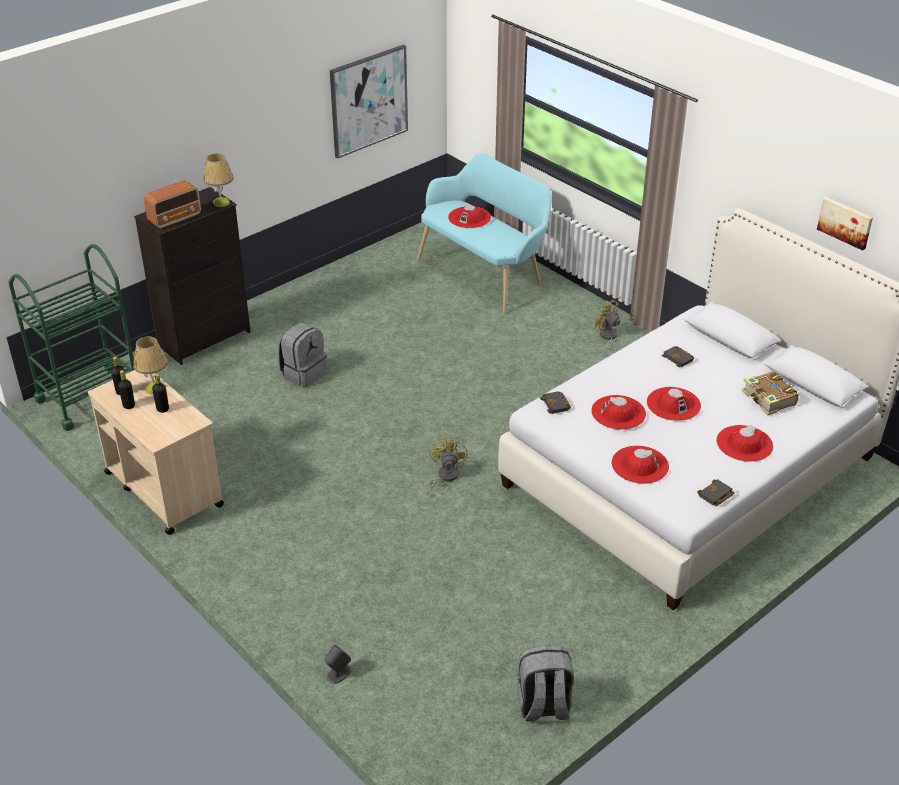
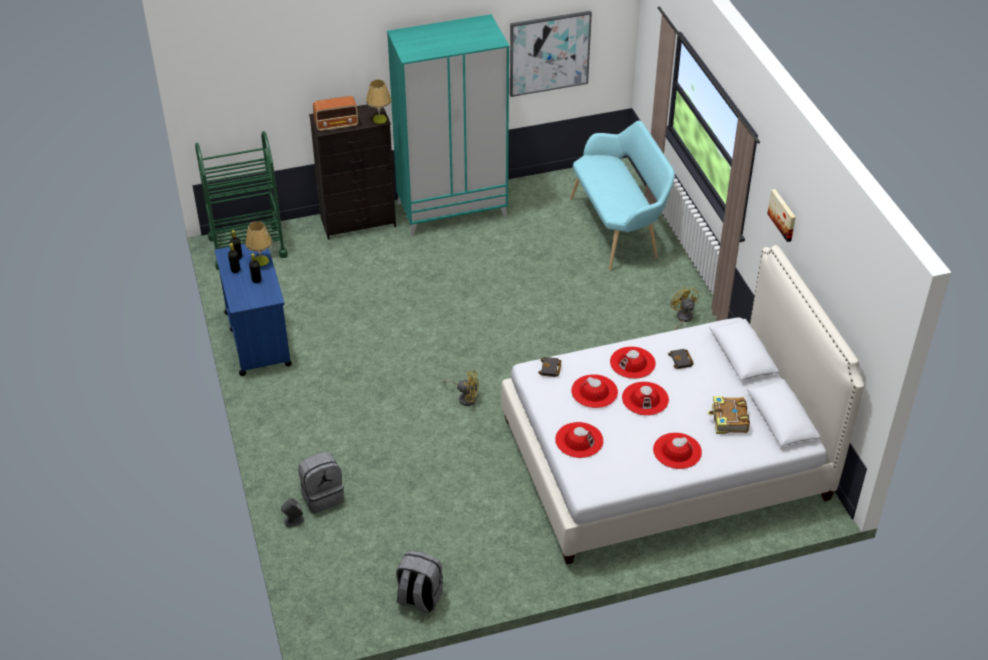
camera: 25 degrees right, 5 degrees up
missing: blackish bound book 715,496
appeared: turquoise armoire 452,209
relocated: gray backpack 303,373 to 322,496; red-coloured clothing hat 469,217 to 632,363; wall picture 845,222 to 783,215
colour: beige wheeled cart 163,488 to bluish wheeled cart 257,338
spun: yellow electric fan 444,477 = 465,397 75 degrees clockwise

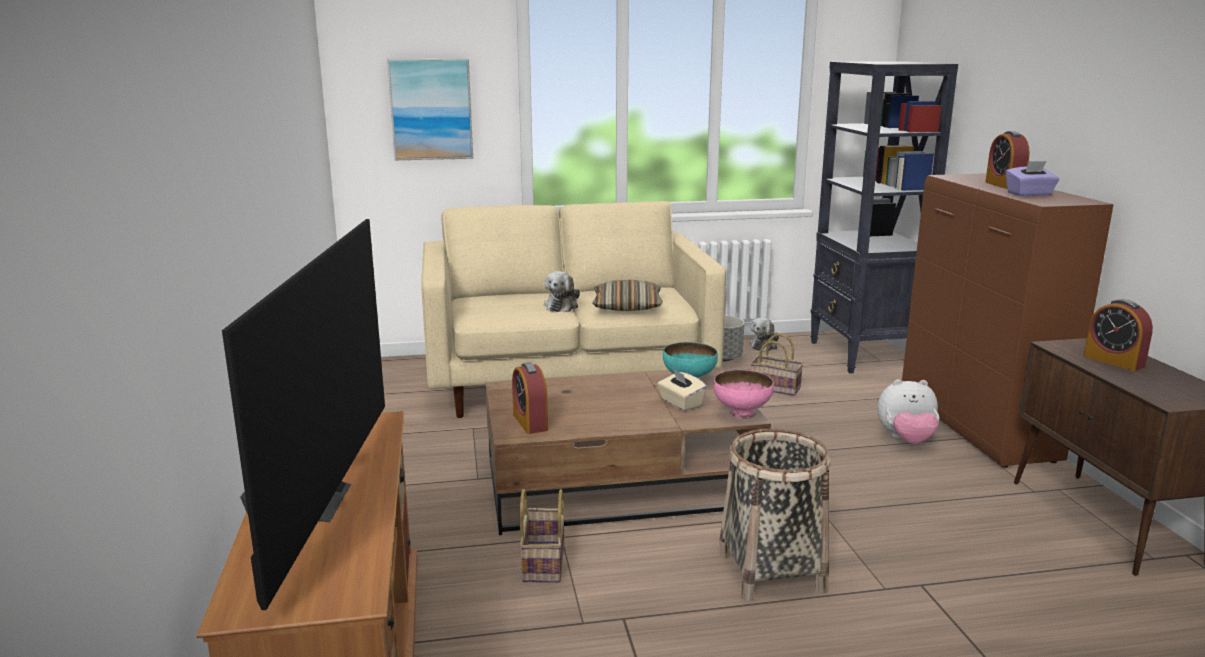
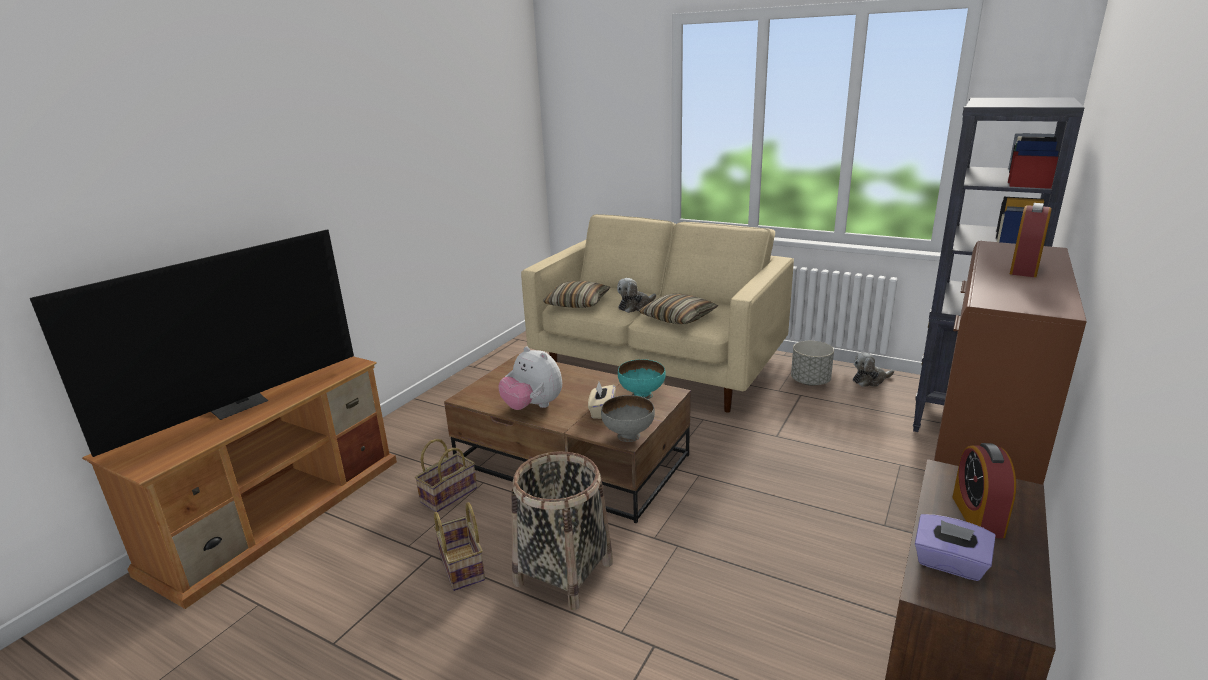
camera: 40 degrees right, 5 degrees up
missing: wall picture 431,109; bedside clock 530,422
appeared: cushion 577,303
relocated: household basket 776,388 to 463,567; soft toy 906,440 to 533,407; purple-coloured box of tissues 1029,194 to 949,564
colour: pink serving bowl 741,413 to gray serving bowl 628,435

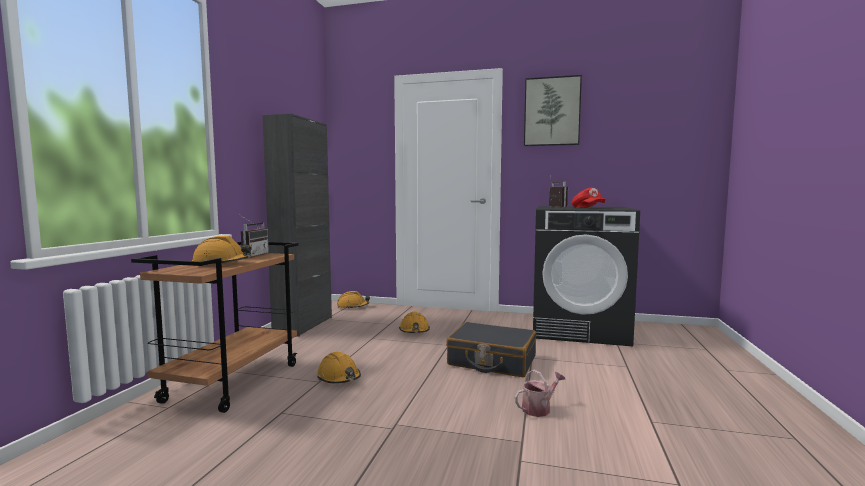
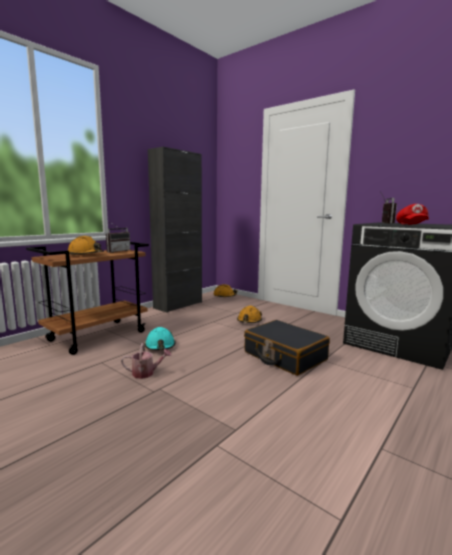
camera: 25 degrees right, 5 degrees up
missing: wall picture 552,112
relocated: watering pot 539,408 to 146,373
colour: orangey work helmet 339,378 to turquoise work helmet 160,346

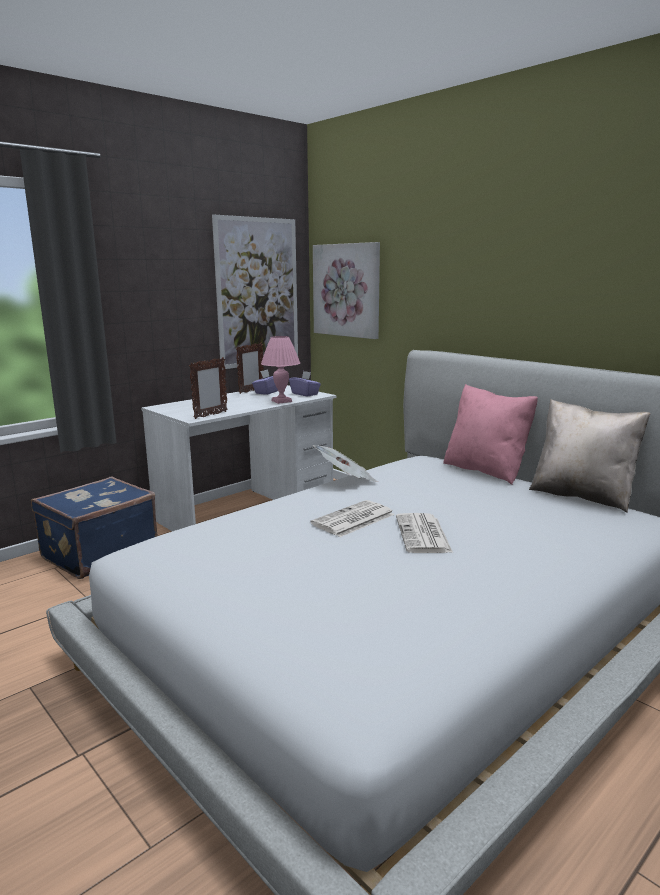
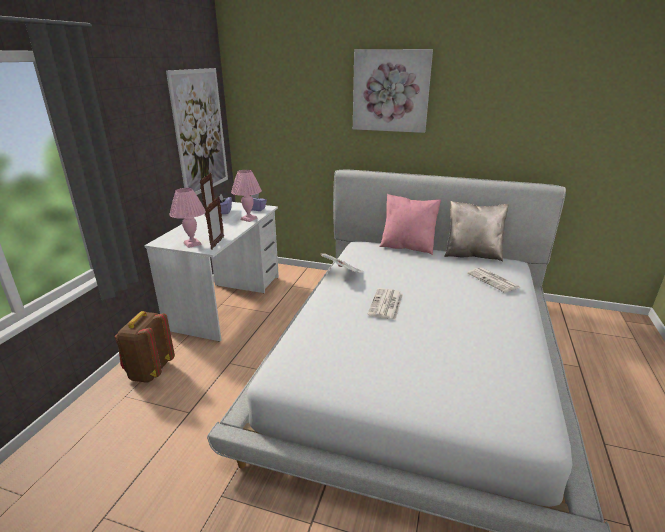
camera: 30 degrees left, 10 degrees up
appeared: pink lamp for a table 193,244
relocated: wall picture 347,290 to 391,91; printed paper 423,535 to 493,280
exchanged: bluish travel case 98,553 to brown-coloured backpack 149,371

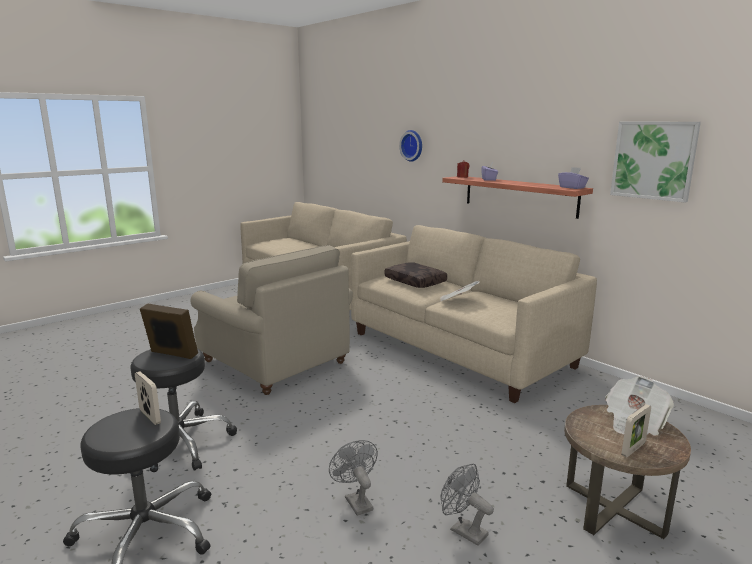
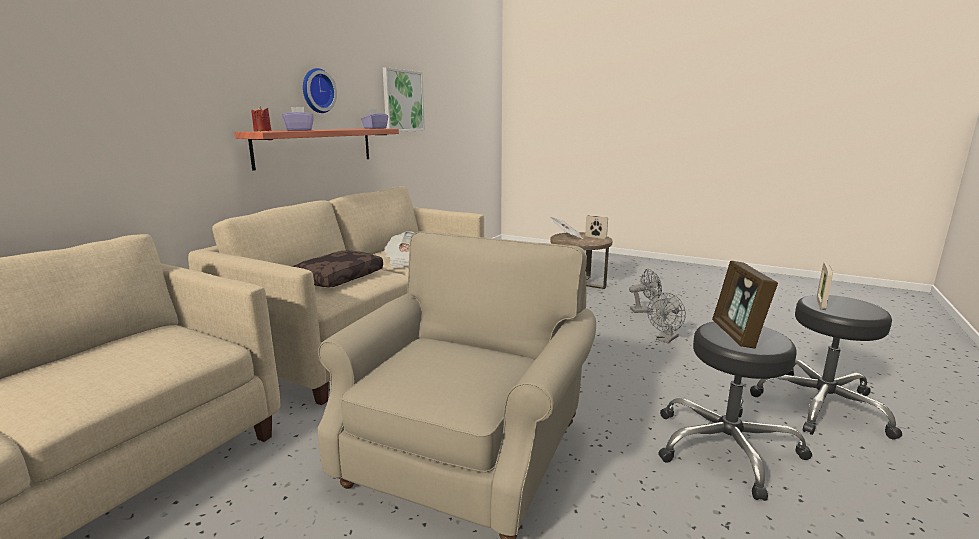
camera: 110 degrees left, 0 degrees up
relocated: hanging clock 413,145 to 317,91
spun: gray electric fan 463,530 = 644,310 120 degrees counterclockwise

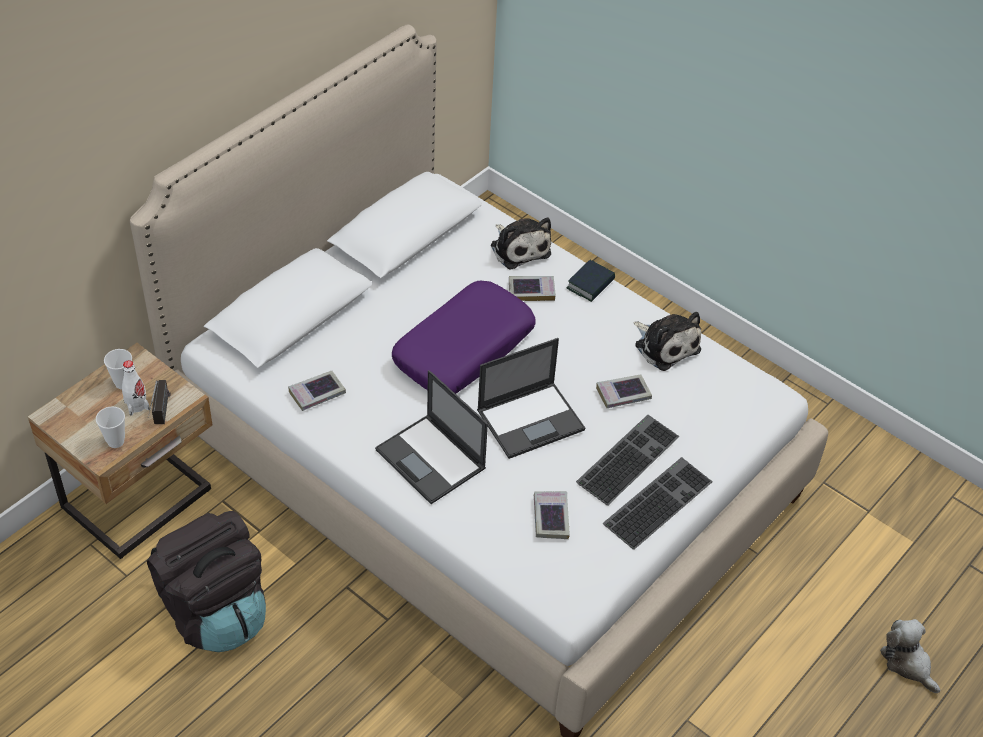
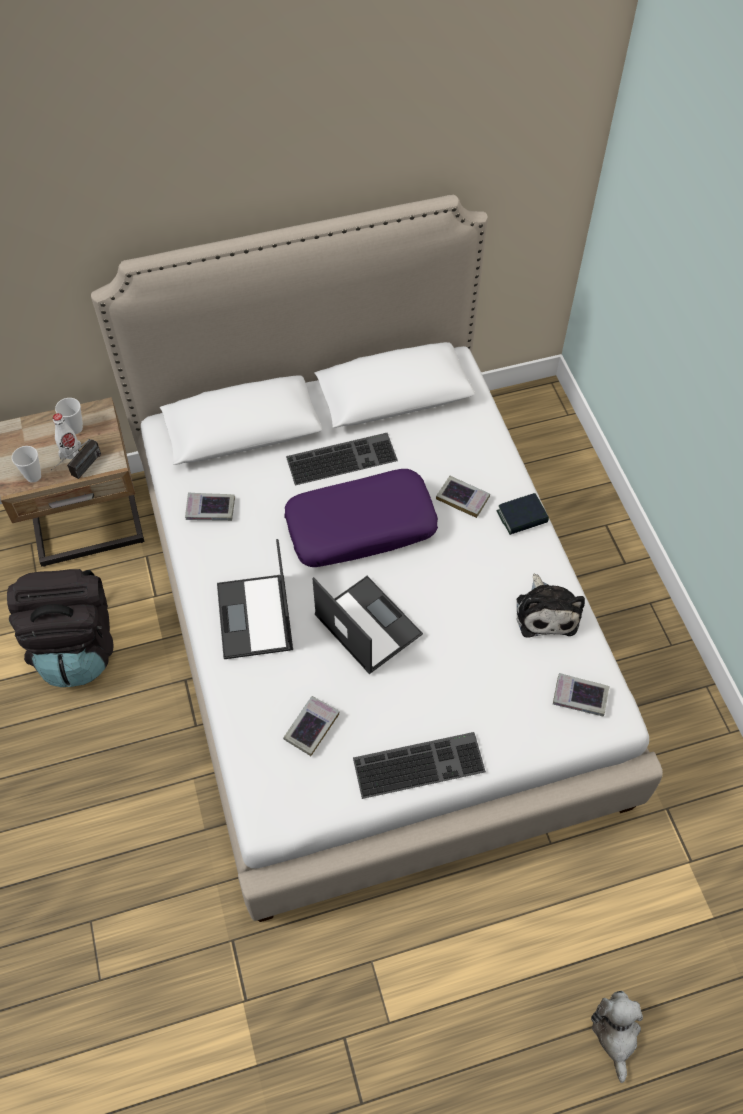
camera: 35 degrees right, 10 degrees up
missing: soft toy 519,248
relocated: PC keyboard 627,457 to 342,457; bound book 623,394 to 580,697
spun: portable computer 531,419 = 367,624 135 degrees counterclockwise

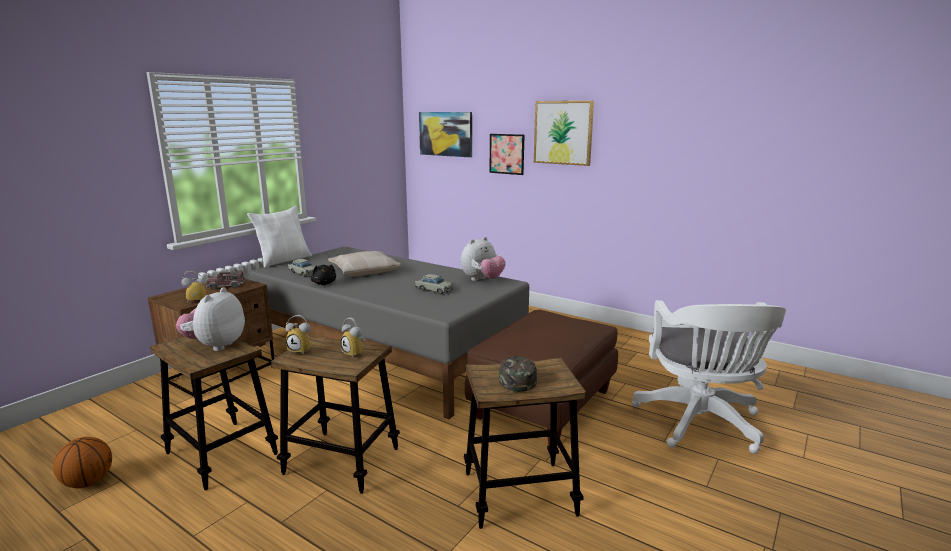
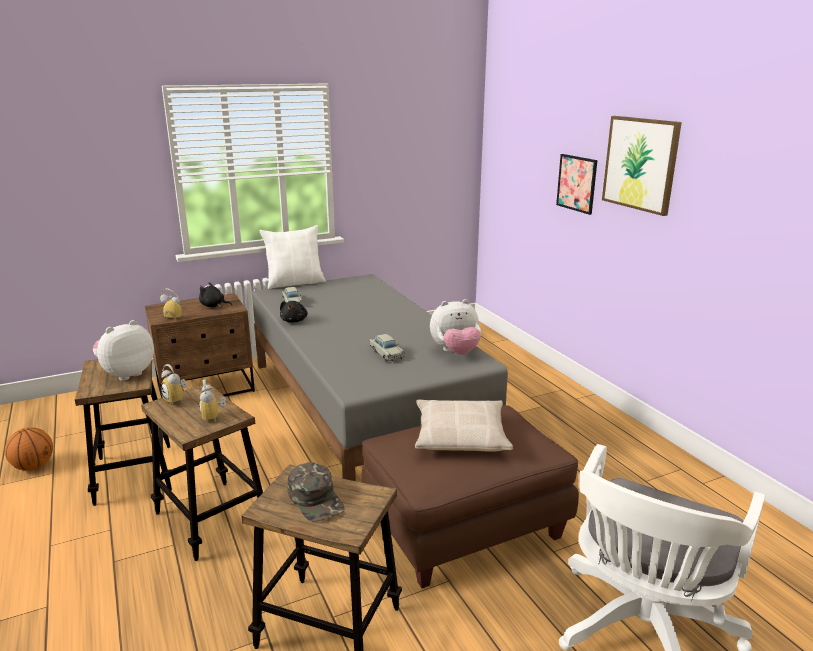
camera: 30 degrees right, 5 degrees up
missing: wall picture 446,134
relocated: beige cushion 364,271 to 461,435
exchanged: model truck 226,286 to blackish soft toy 214,306
spun: green cap 516,377 = 316,499 120 degrees clockwise

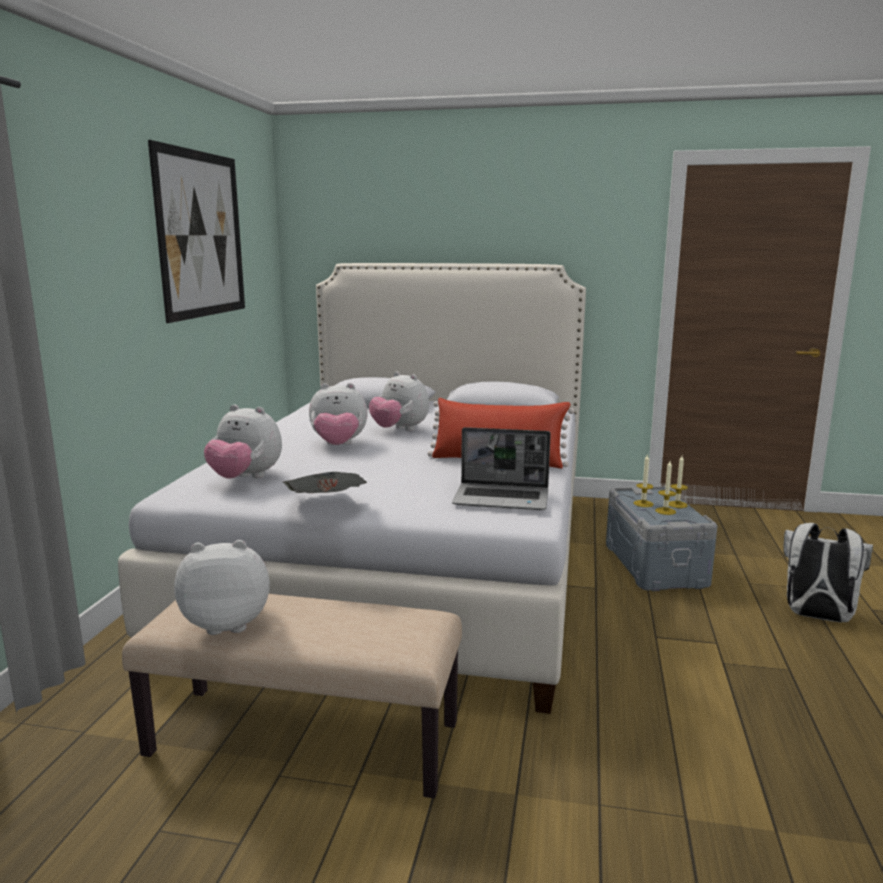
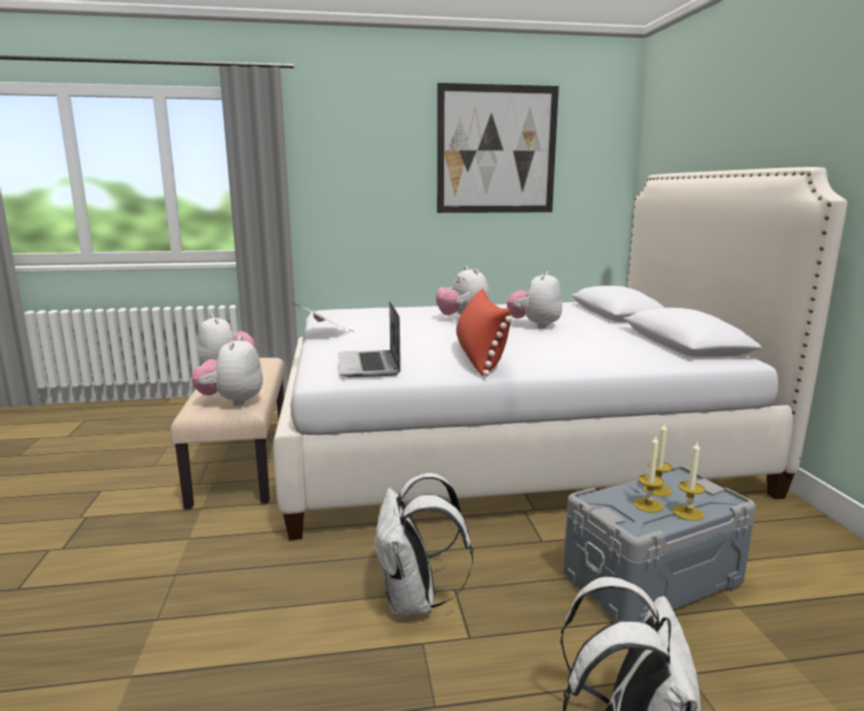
camera: 70 degrees right, 0 degrees up
appeared: white backpack 415,602
relocated: soft toy 245,478 to 232,401

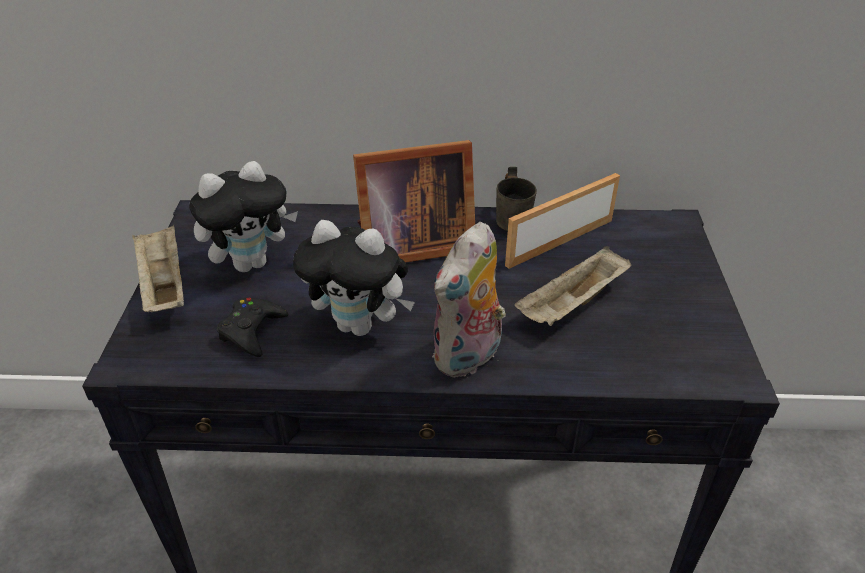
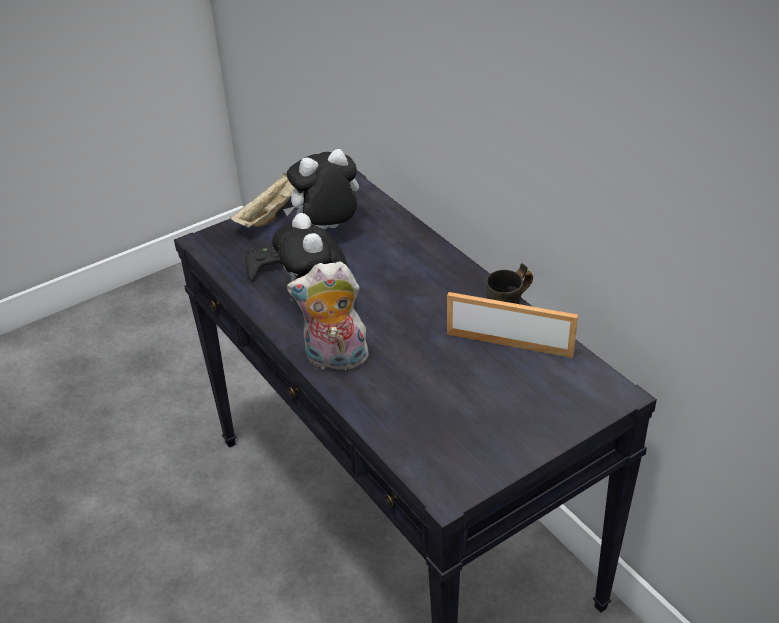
camera: 55 degrees right, 0 degrees up
missing: standing frame 410,245; beige carrying tray 572,305
spun: soft toy 251,263 = 327,230 135 degrees clockwise

